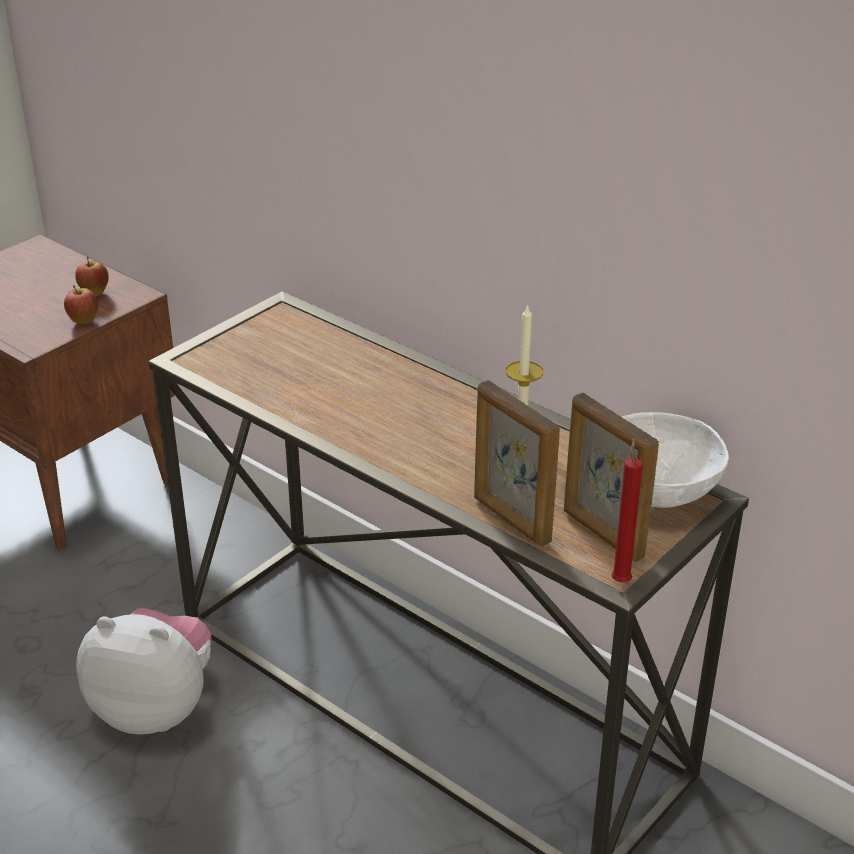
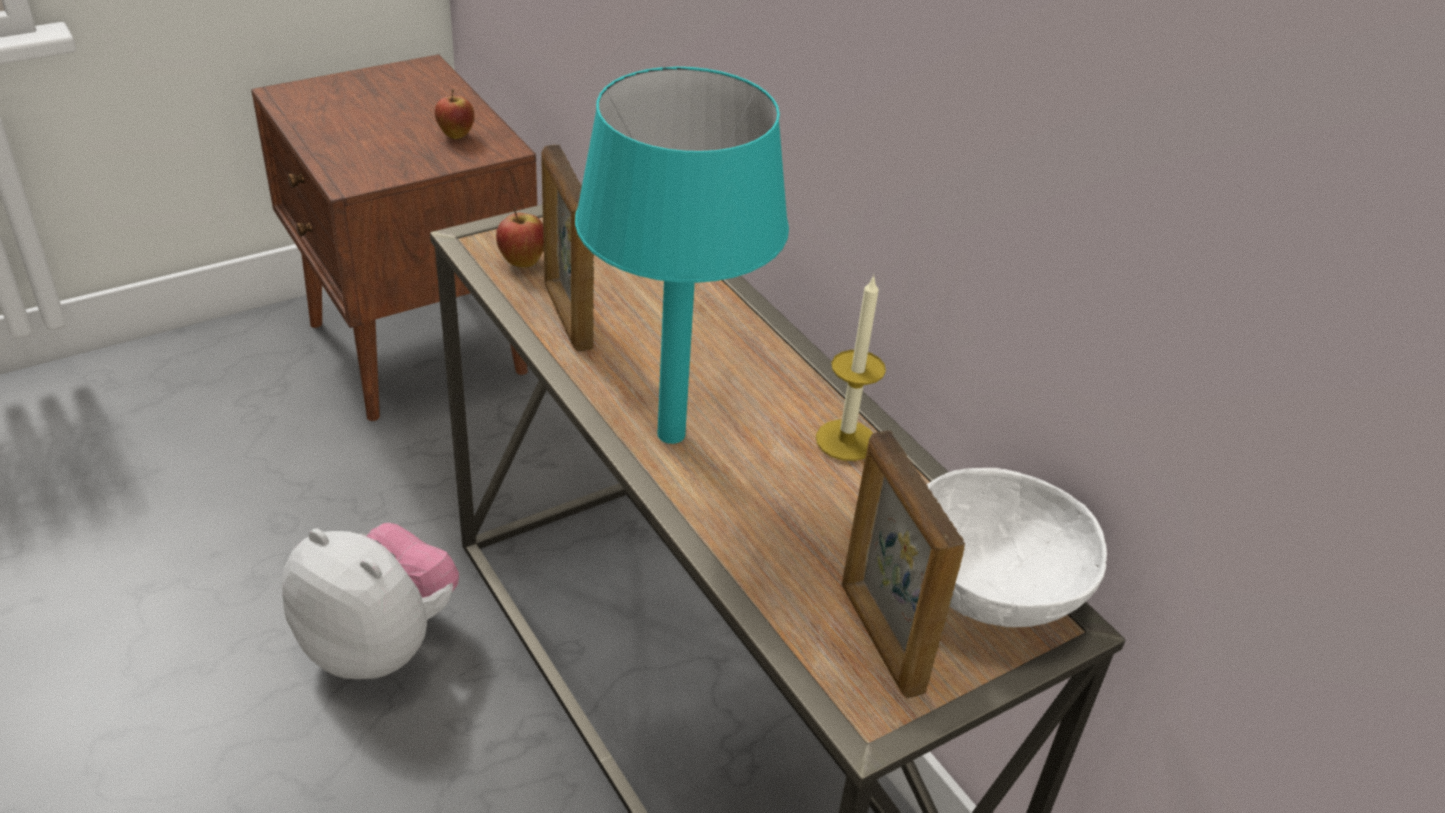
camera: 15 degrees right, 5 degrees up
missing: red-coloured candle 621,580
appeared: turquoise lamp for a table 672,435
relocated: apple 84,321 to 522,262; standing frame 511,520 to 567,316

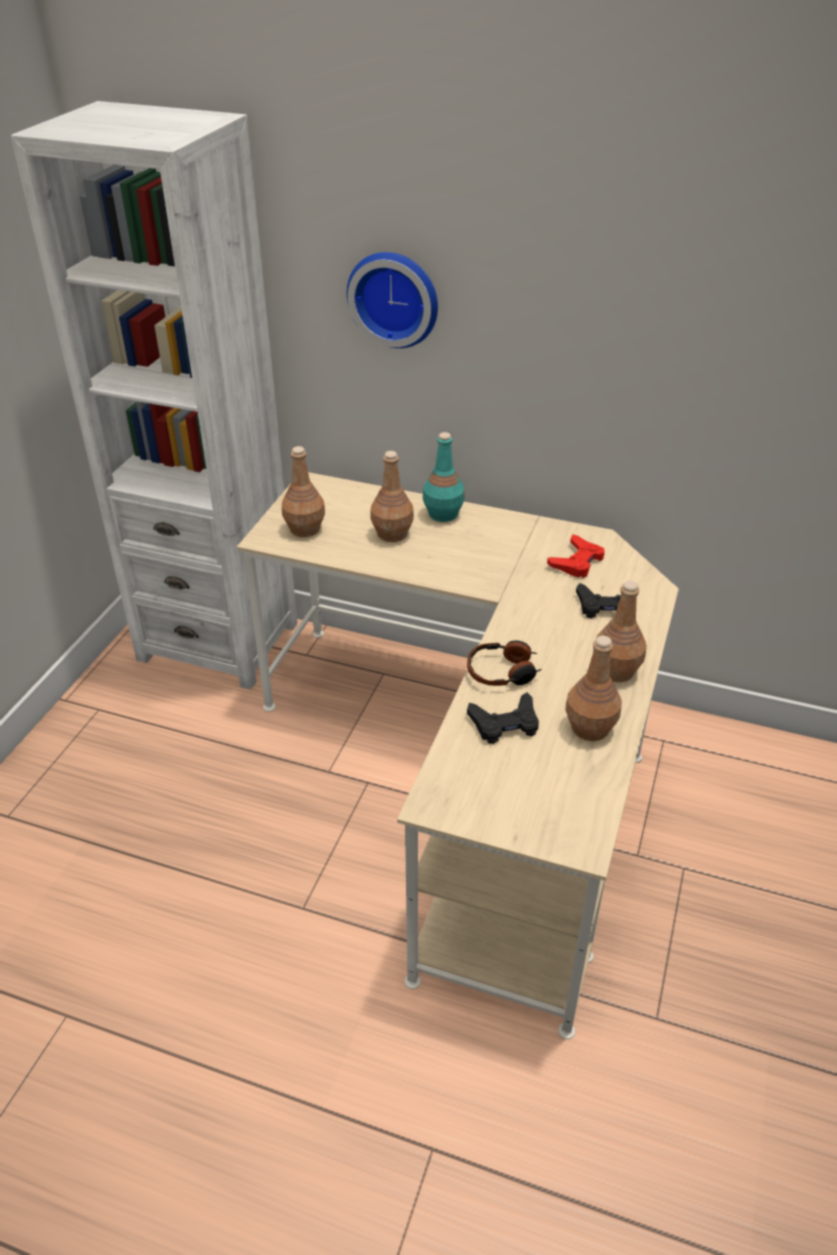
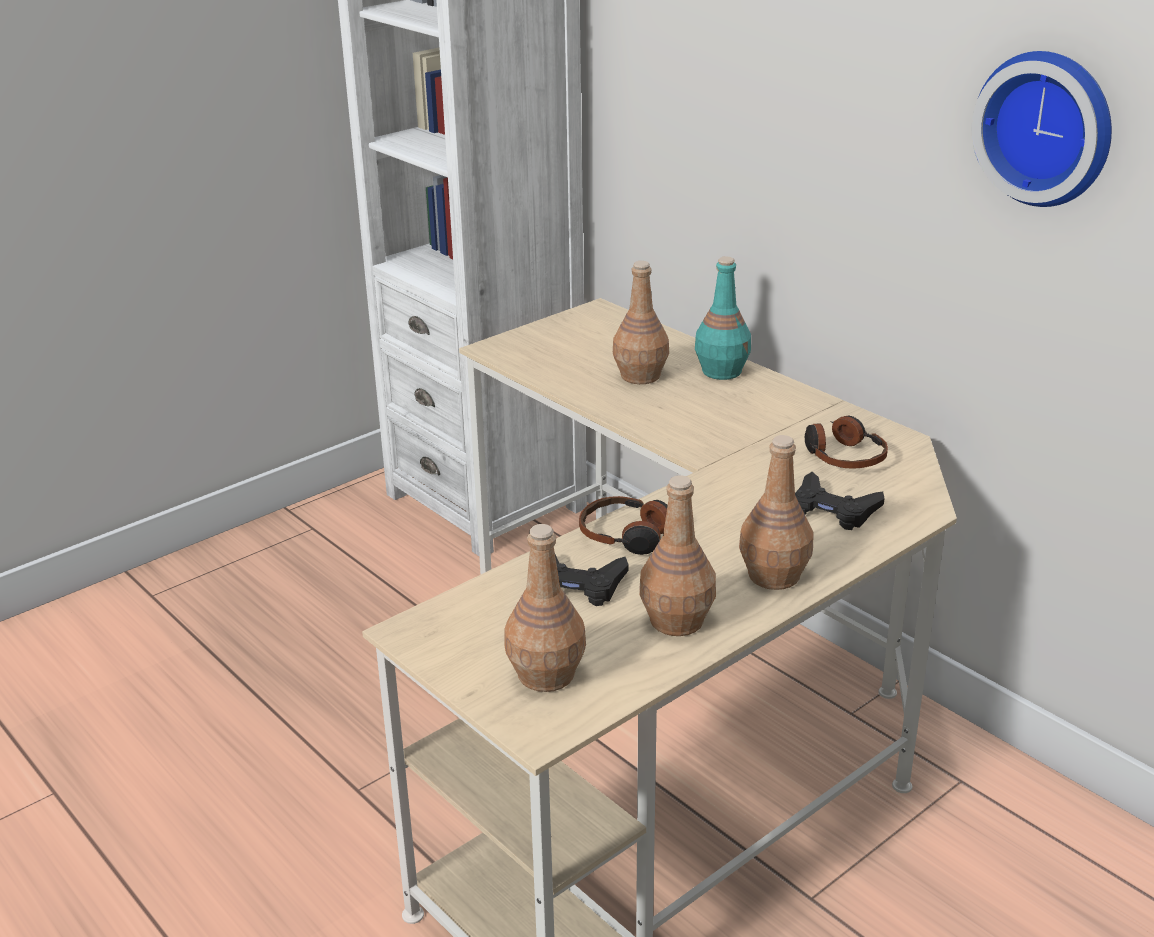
camera: 30 degrees right, 10 degrees down
relocated: brown-coloured drink bottle 305,529 to 547,674; hanging clock 395,298 to 1047,127
exchanged: red-coloured game controller 577,562 to headset 843,456

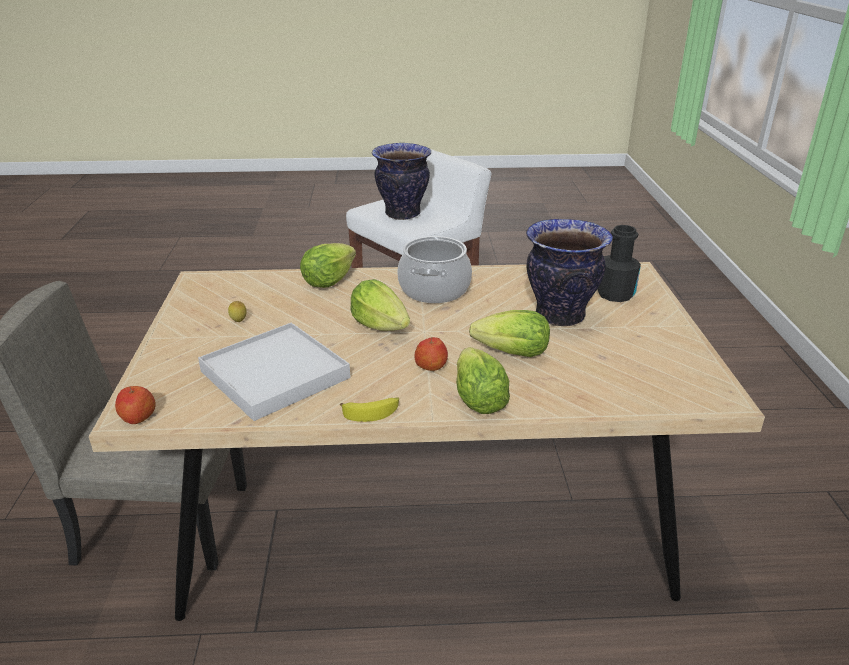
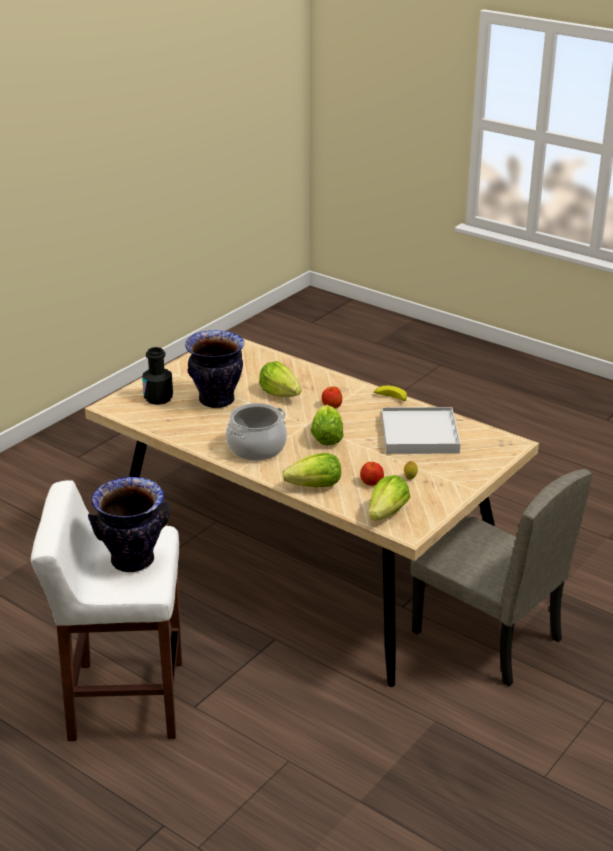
camera: 140 degrees left, 0 degrees up
relocated: apple 138,417 to 372,482; lettuce head 478,400 to 387,513

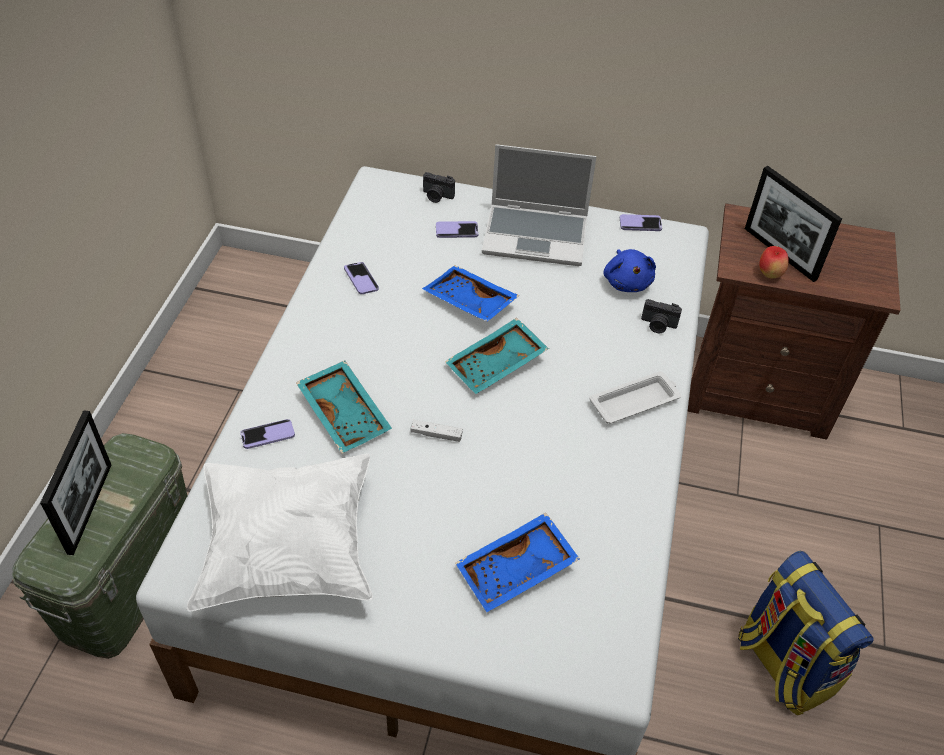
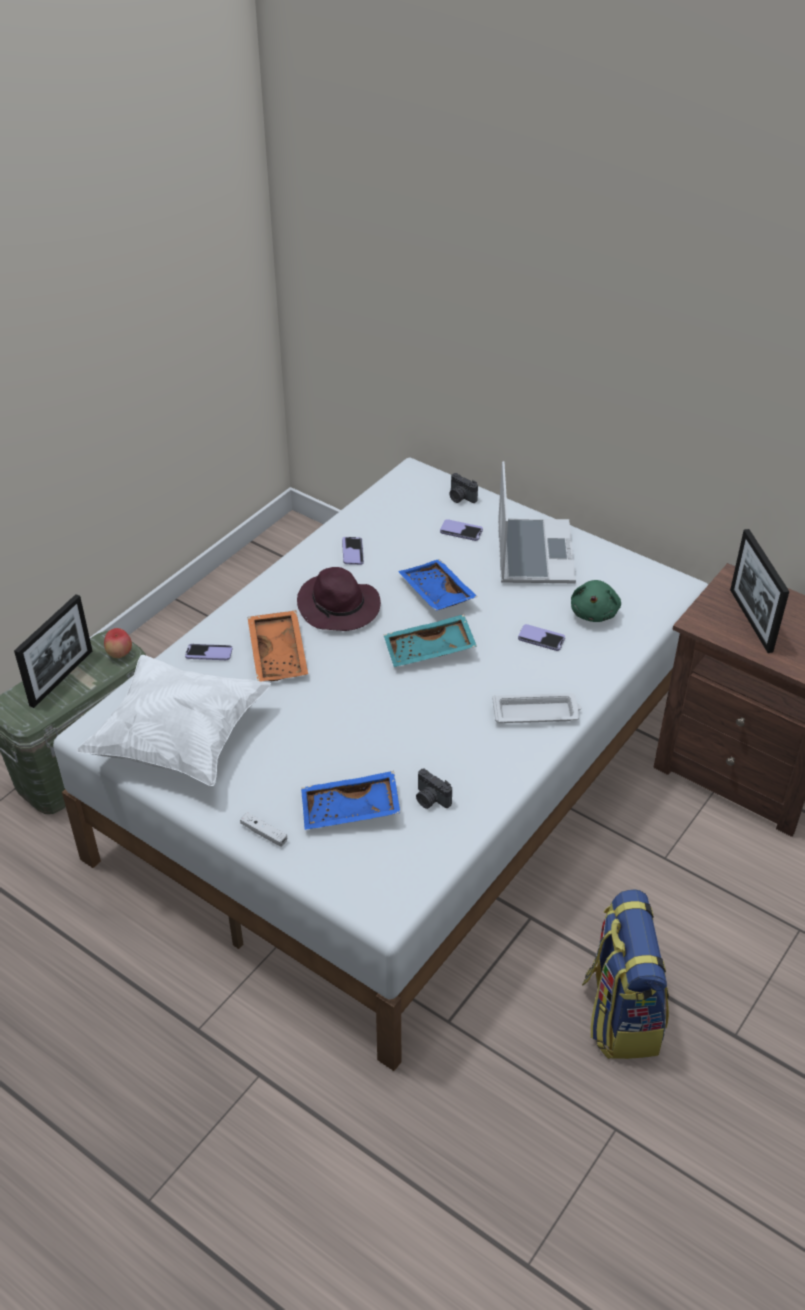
camera: 25 degrees right, 5 degrees down
appeared: purple-coloured clothing hat 339,607
relocated: white game controller 436,434 to 264,833; phone 640,224 to 541,639; still camera 658,325 to 430,799; apple 769,274 to 120,654
colour: turquoise carrying tray 346,414 to orangey carrying tray 280,654; bluish soft toy 627,282 to green soft toy 594,612
spun: portable computer 536,236 = 533,553 120 degrees counterclockwise

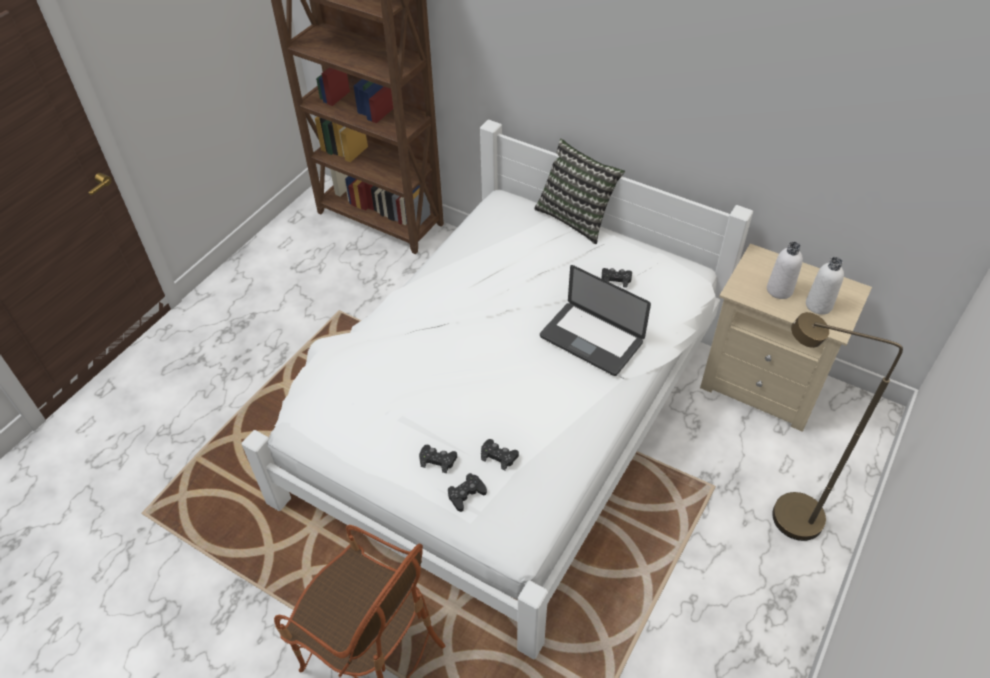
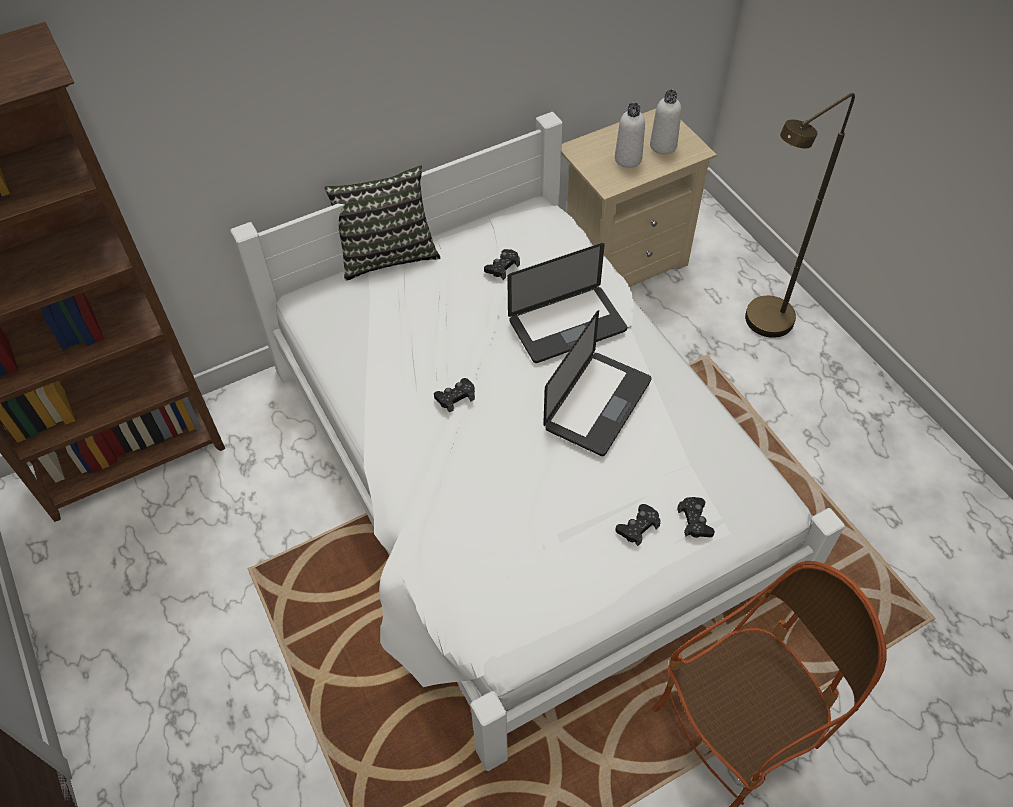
camera: 60 degrees left, 5 degrees up
appeared: portable computer 597,404
relocated: blackish game controller 499,456 to 455,397

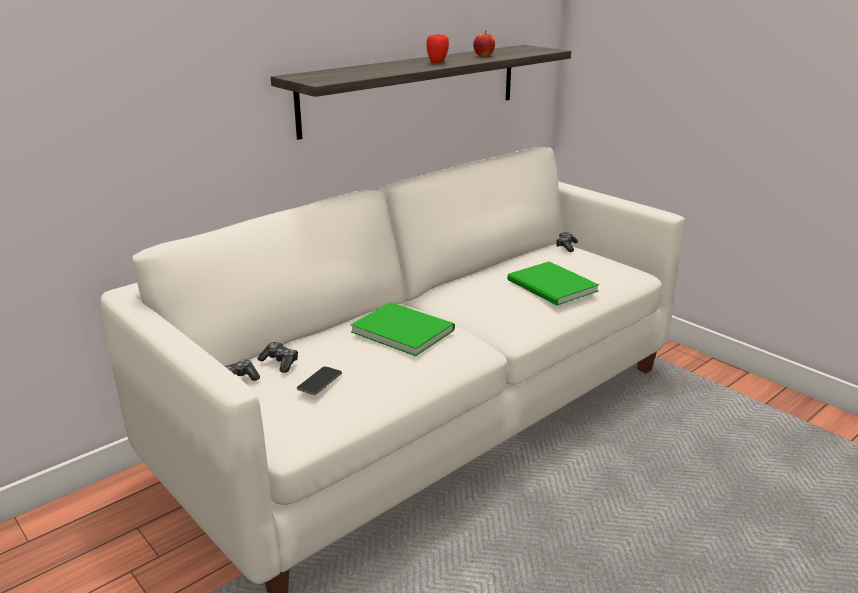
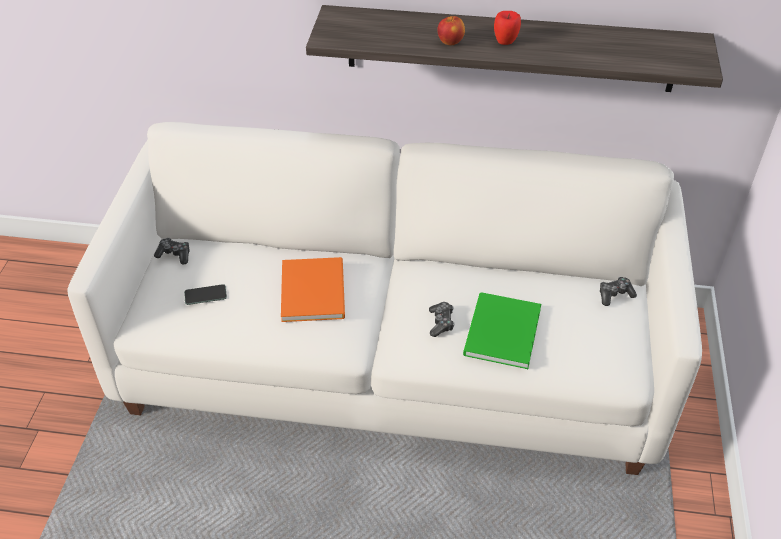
camera: 50 degrees right, 20 degrees up
relocated: game controller 280,362 to 441,323; apple 483,55 to 450,42
colour: green bound book 402,329 to orangey bound book 315,289

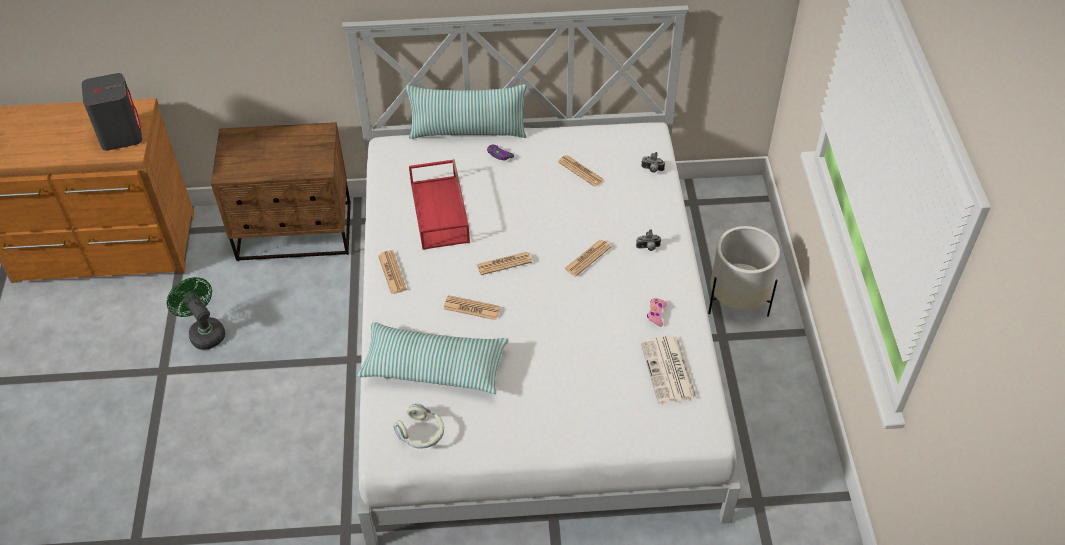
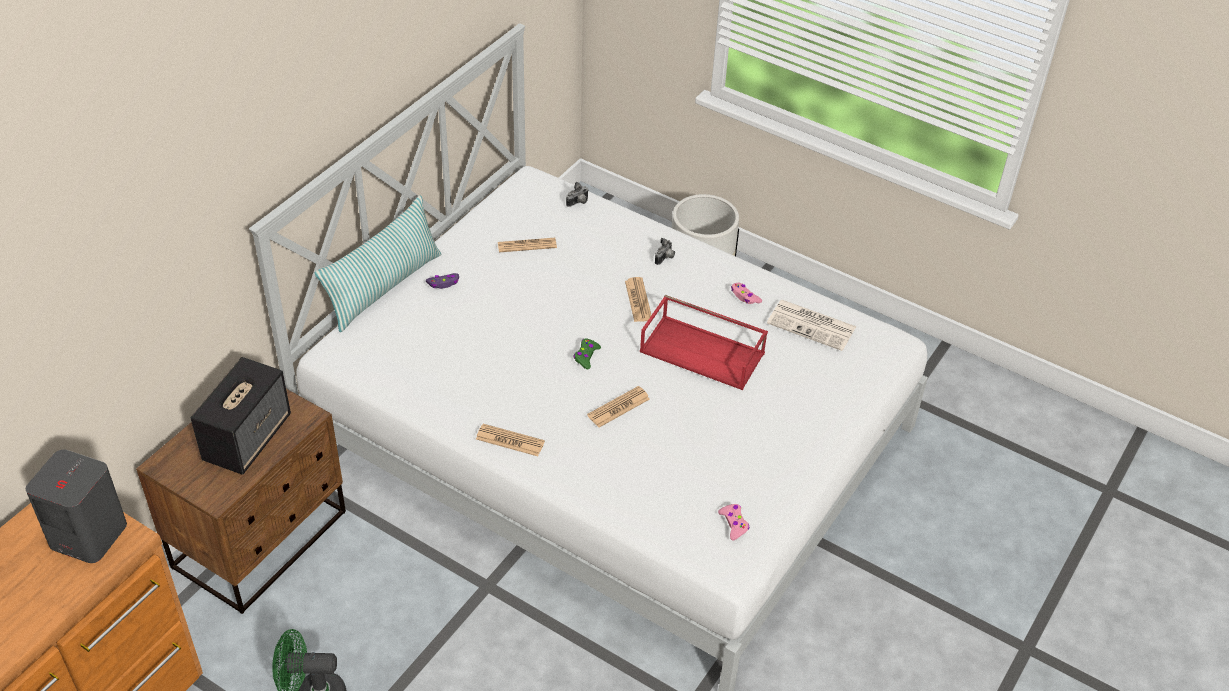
camera: 55 degrees left, 5 degrees down
missing: cushion 434,367
appeared: audio speaker 248,437
relocated: red-coloured carrying tray 441,213 to 703,352
exchanged: headset 421,433 to pink game controller 734,524; printed paper 504,263 to green game controller 586,356

